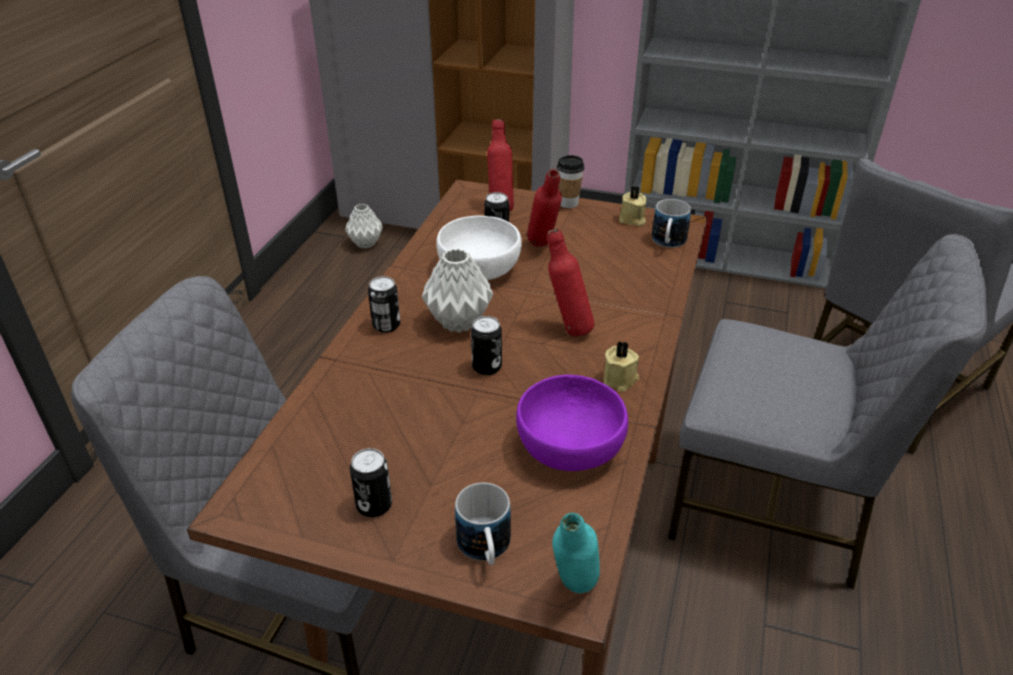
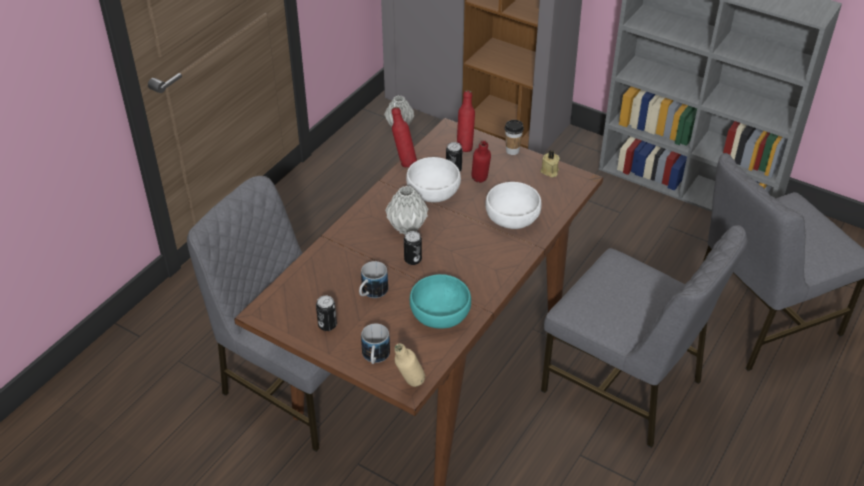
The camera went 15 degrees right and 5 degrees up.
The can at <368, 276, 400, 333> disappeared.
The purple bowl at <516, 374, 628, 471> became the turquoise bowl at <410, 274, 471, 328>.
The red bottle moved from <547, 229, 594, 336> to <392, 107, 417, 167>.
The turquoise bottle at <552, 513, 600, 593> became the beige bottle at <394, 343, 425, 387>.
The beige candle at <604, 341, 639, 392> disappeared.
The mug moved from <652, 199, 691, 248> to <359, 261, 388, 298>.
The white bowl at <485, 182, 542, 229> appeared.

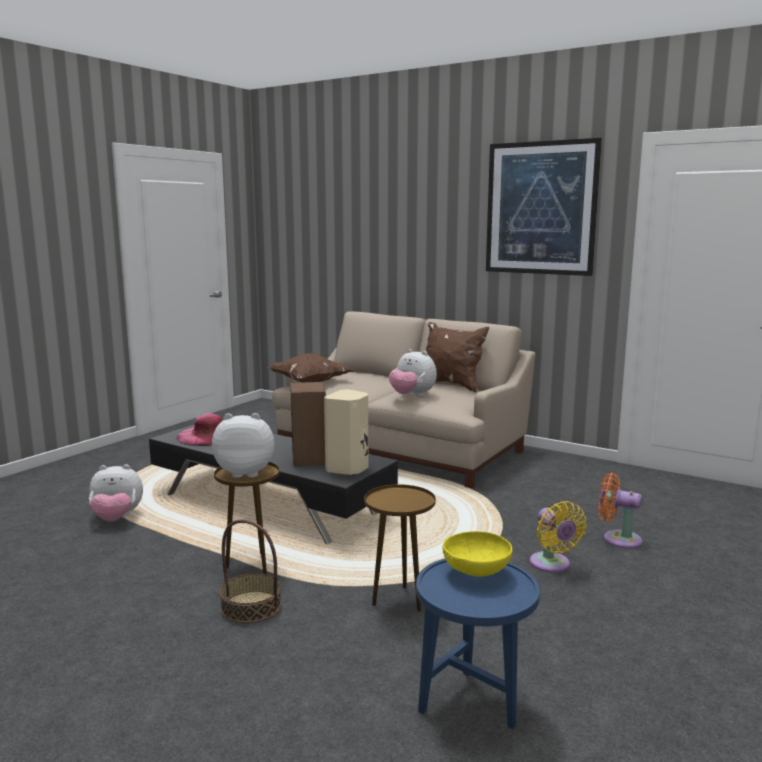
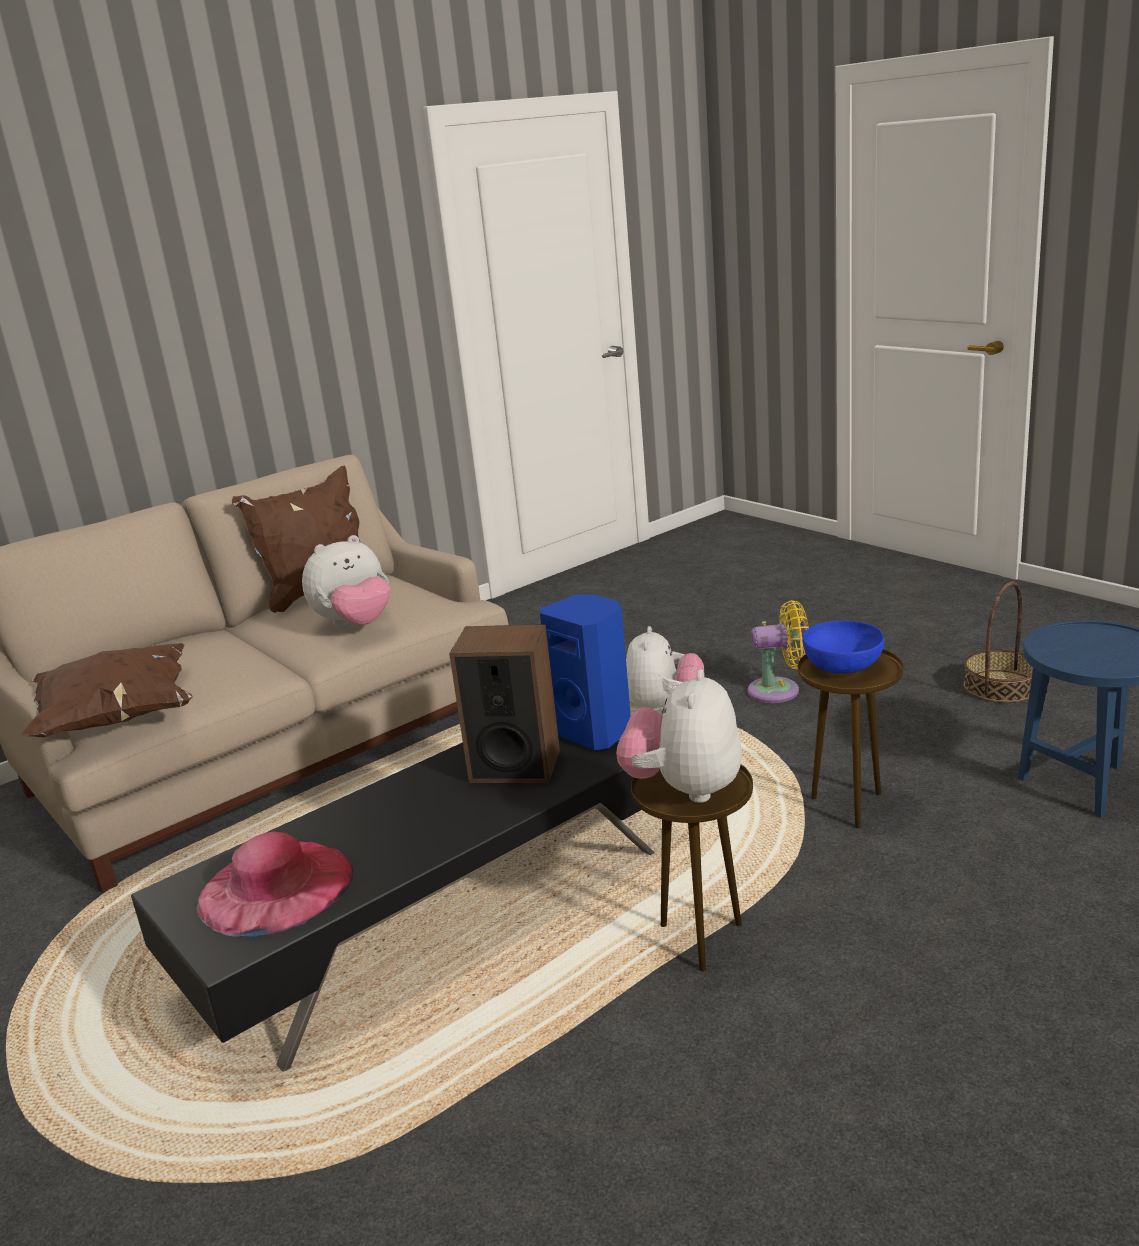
The camera went 70 degrees left and 10 degrees up.
The plush toy moved from <89, 464, 143, 521> to <626, 626, 704, 710>.
The basket moved from <220, 519, 281, 623> to <963, 581, 1033, 703>.
The beige speaker at <324, 389, 368, 475> became the blue speaker at <540, 594, 631, 750>.
The yellow bowl at <442, 531, 513, 576> disappeared.
The picture at <486, 138, 602, 276> disappeared.
The orange fan at <599, 473, 643, 549> disappeared.
The blue bowl at <802, 621, 884, 674> appeared.

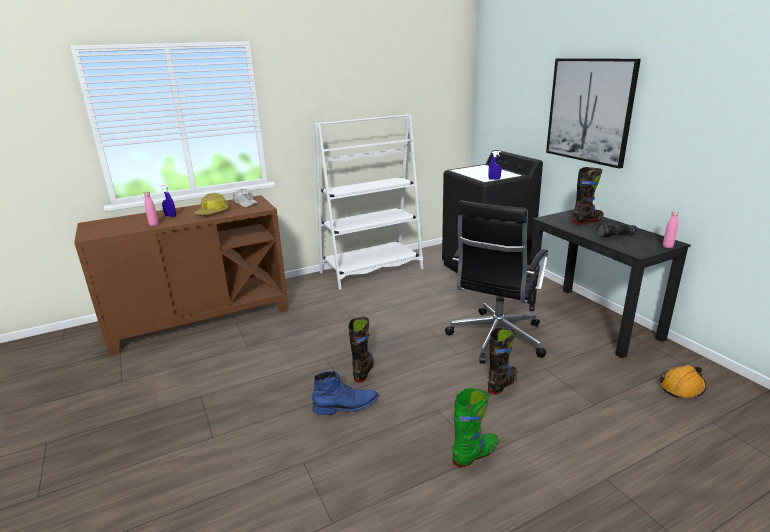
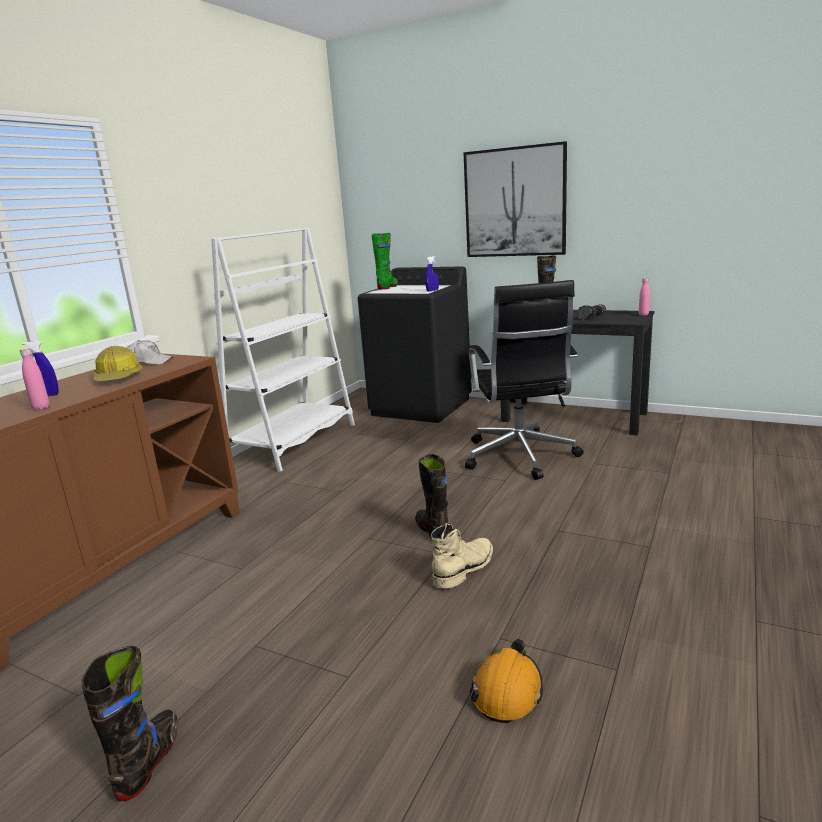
The camera went 35 degrees left and 5 degrees down.
The blue boot at <312, 371, 379, 415> became the beige boot at <431, 523, 493, 588>.
The green boot moved from <452, 388, 498, 467> to <372, 233, 398, 289>.
The black boot moved from <488, 327, 517, 394> to <82, 646, 178, 801>.
The orange hard hat moved from <659, 365, 706, 398> to <470, 639, 543, 723>.

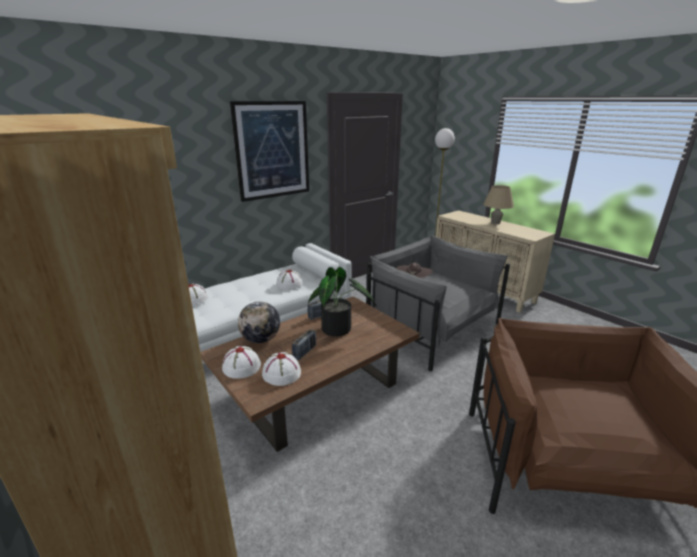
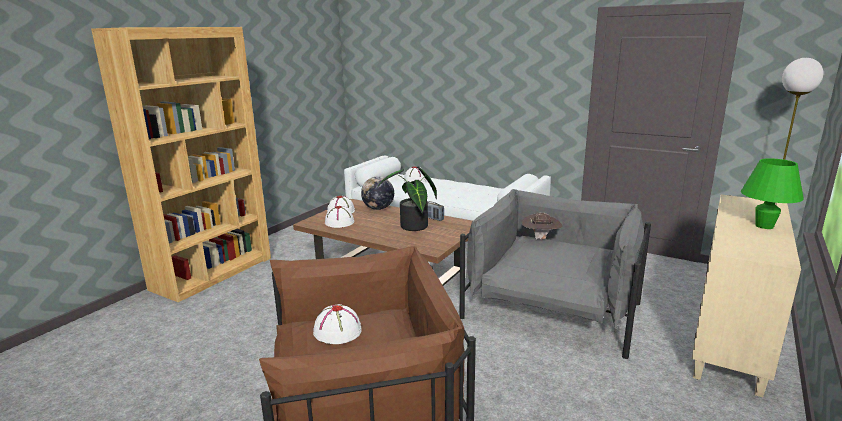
The camera went 70 degrees right and 5 degrees down.
The picture at <230, 101, 309, 202> disappeared.
The white hat moved from <276, 270, 303, 290> to <313, 304, 361, 344>.
The radio at <292, 329, 316, 361> disappeared.
The beige table lamp at <483, 185, 514, 224> became the green table lamp at <740, 158, 804, 229>.

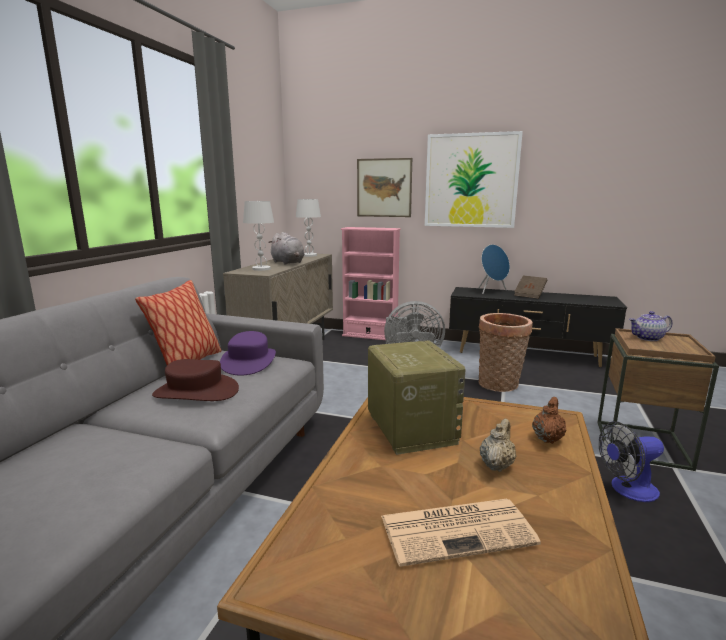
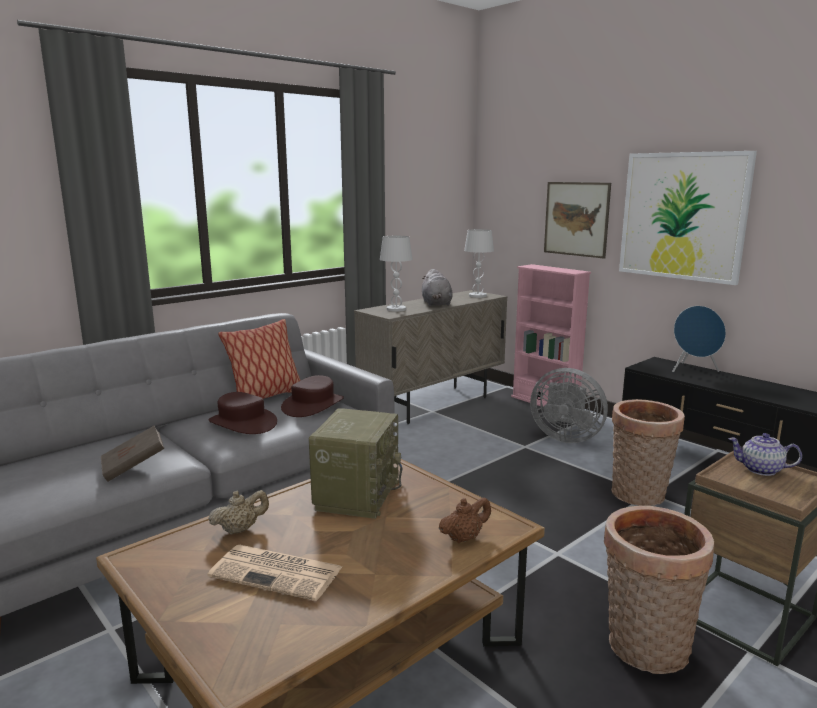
The camera went 30 degrees right and 0 degrees up.
The purple hat at <220, 331, 276, 375> became the brown hat at <281, 375, 344, 417>.
The beige teapot moved from <480, 418, 516, 472> to <208, 490, 269, 534>.
The brown book moved from <514, 275, 547, 299> to <101, 425, 164, 481>.
The fan at <599, 421, 664, 502> was replaced by the basket at <604, 506, 714, 674>.

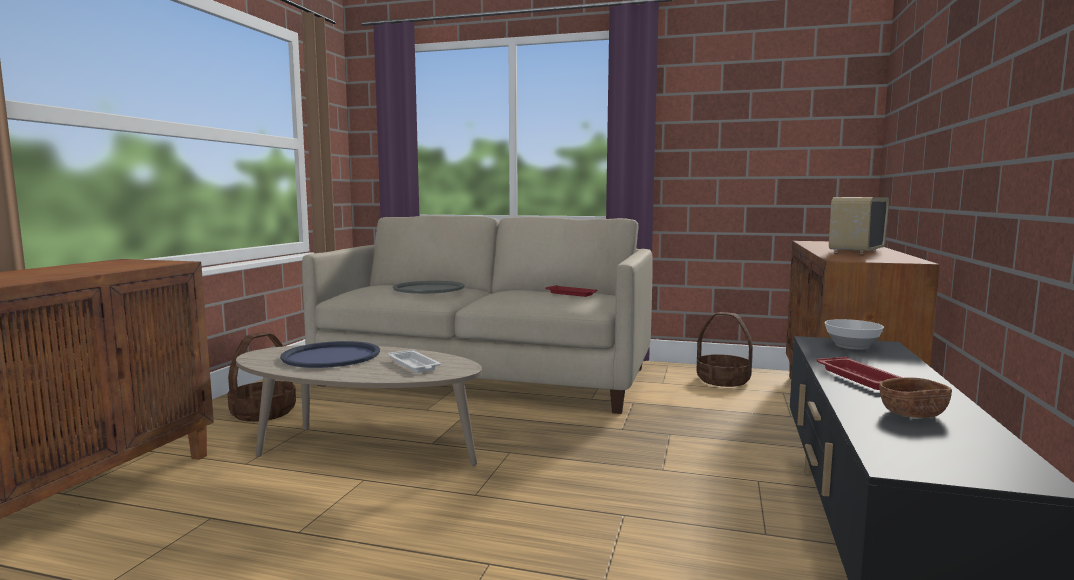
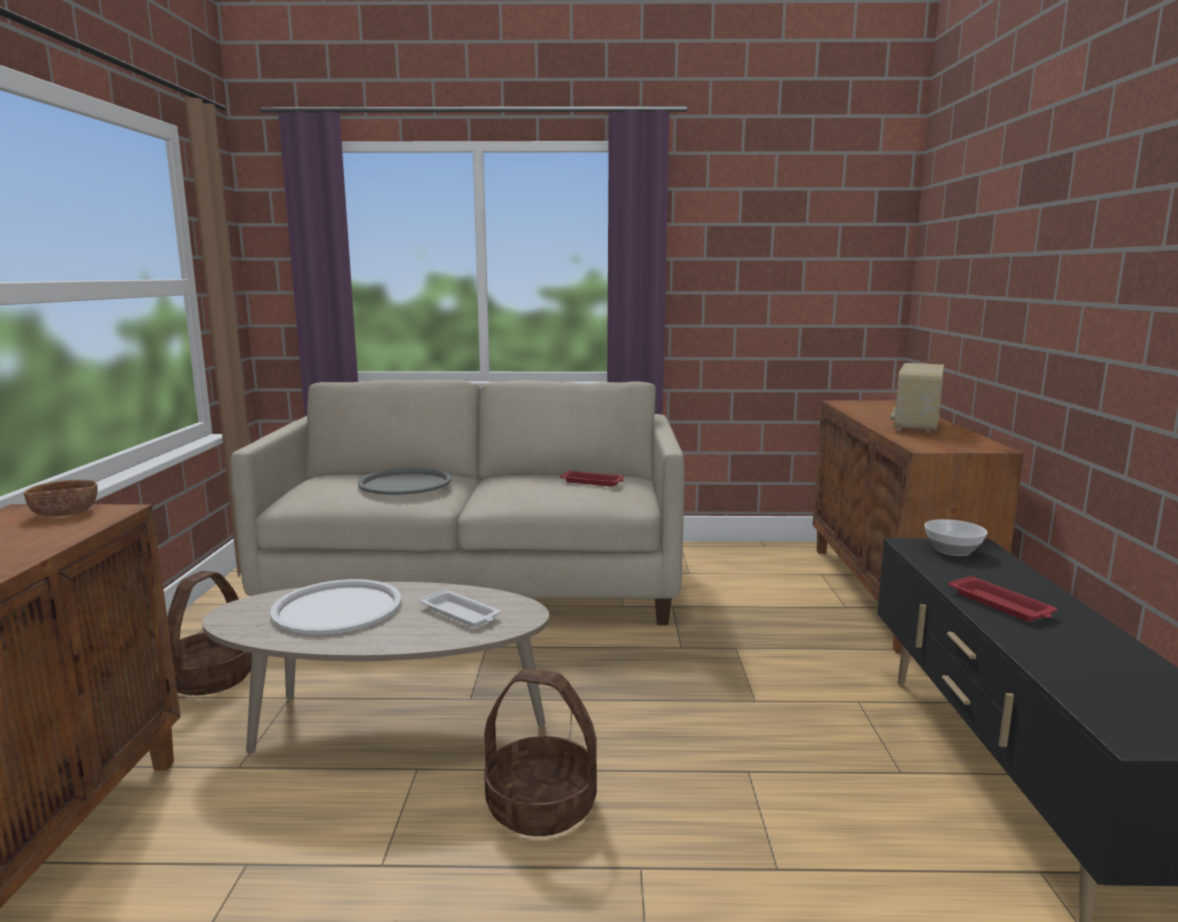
The camera went 15 degrees left and 5 degrees up.
The blue tray at <280, 341, 380, 368> became the white tray at <270, 579, 401, 635>.
The basket moved from <696, 312, 753, 387> to <484, 669, 597, 836>.
The brown bowl moved from <879, 378, 952, 418> to <24, 480, 98, 517>.

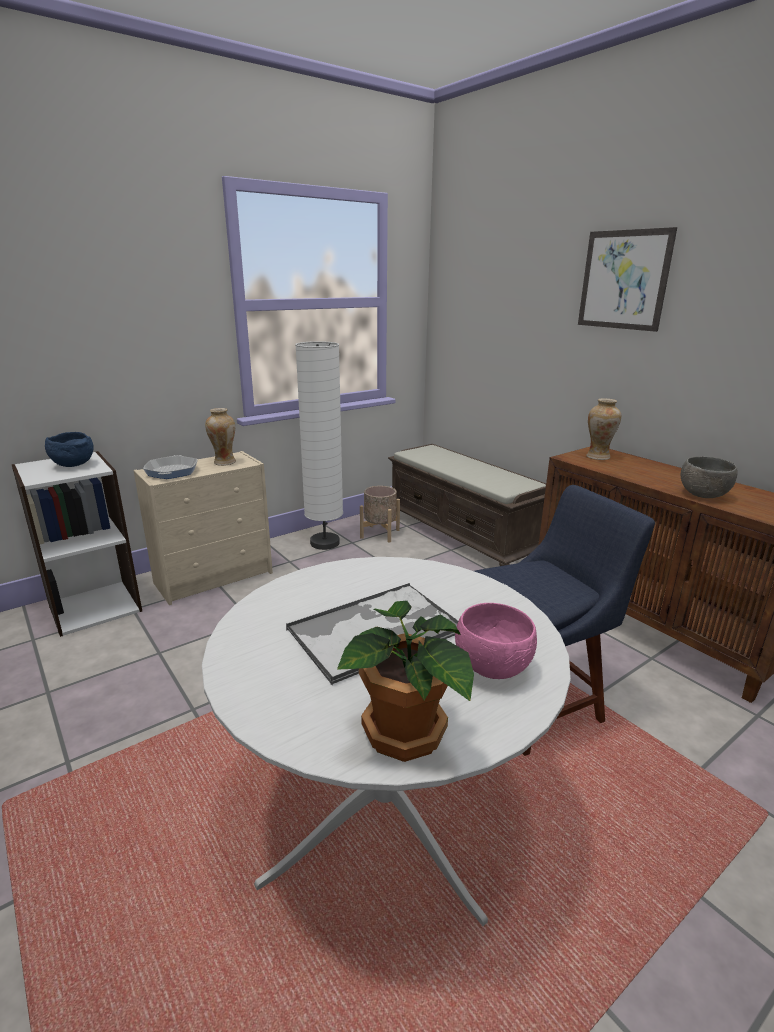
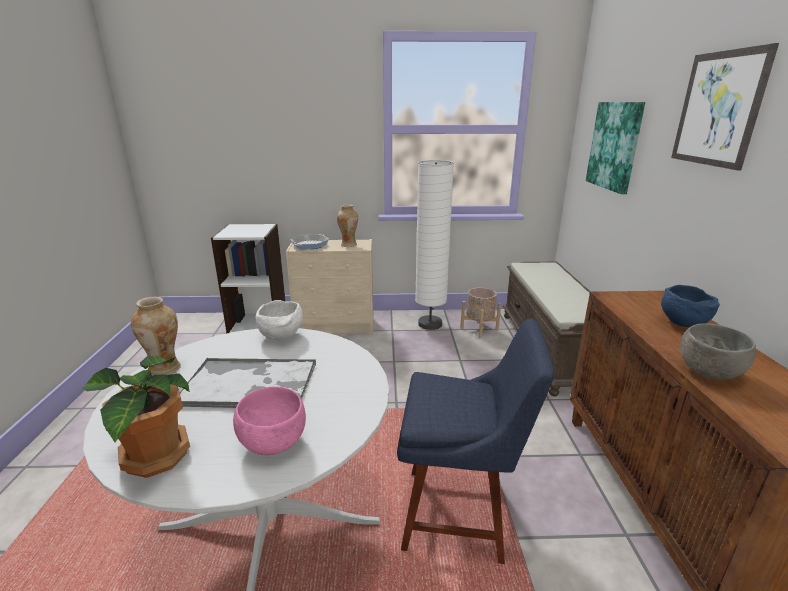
The camera went 35 degrees right and 0 degrees up.
The blue bowl moved from <45, 432, 93, 467> to <661, 285, 720, 327>.
The vase moved from <586, 398, 621, 460> to <131, 297, 181, 376>.
The white bowl at <255, 300, 303, 340> appeared.
The picture at <586, 102, 645, 194> appeared.

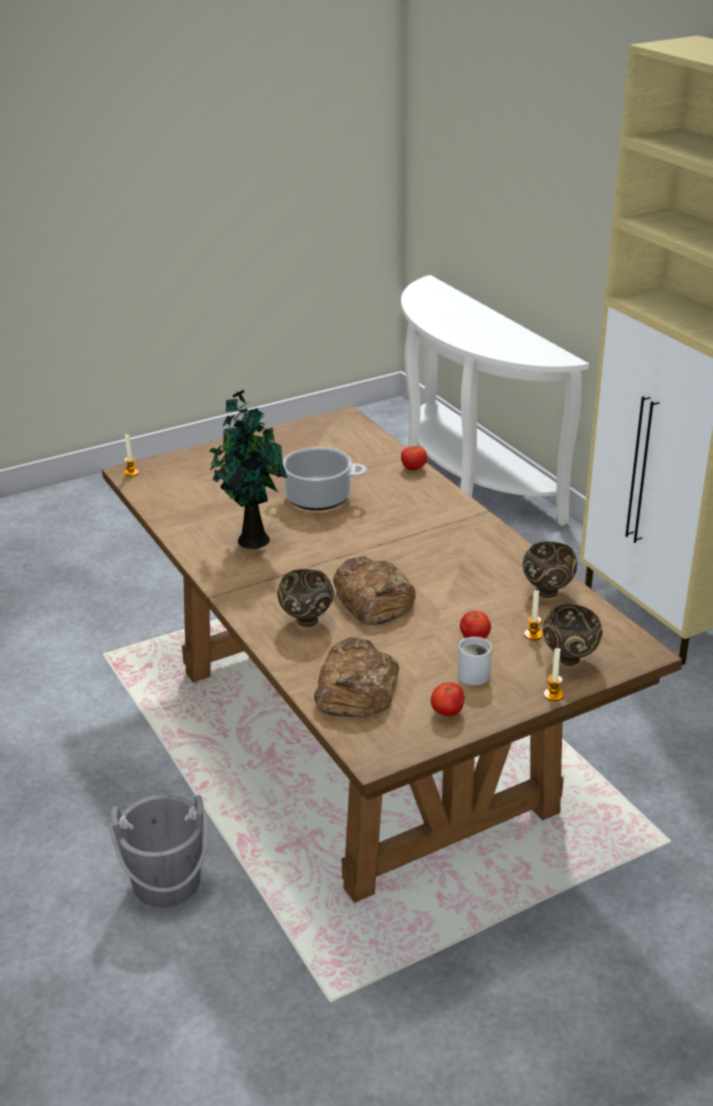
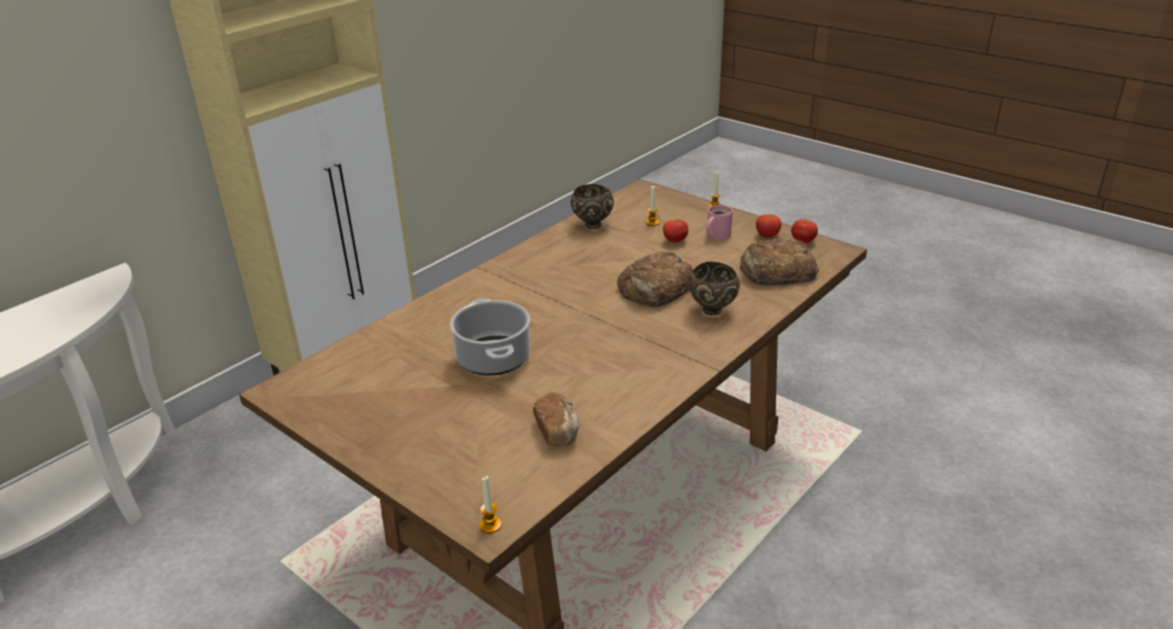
The camera went 110 degrees left and 0 degrees up.
The grey bucket at <109, 795, 208, 908> disappeared.
The potted plant at <209, 390, 287, 549> disappeared.
The tomato moved from <401, 446, 427, 470> to <791, 219, 818, 243>.
The white mug at <458, 637, 492, 685> became the pink mug at <706, 205, 733, 240>.
The brown bowl at <543, 604, 603, 666> disappeared.
The bread at <533, 392, 579, 447> appeared.

